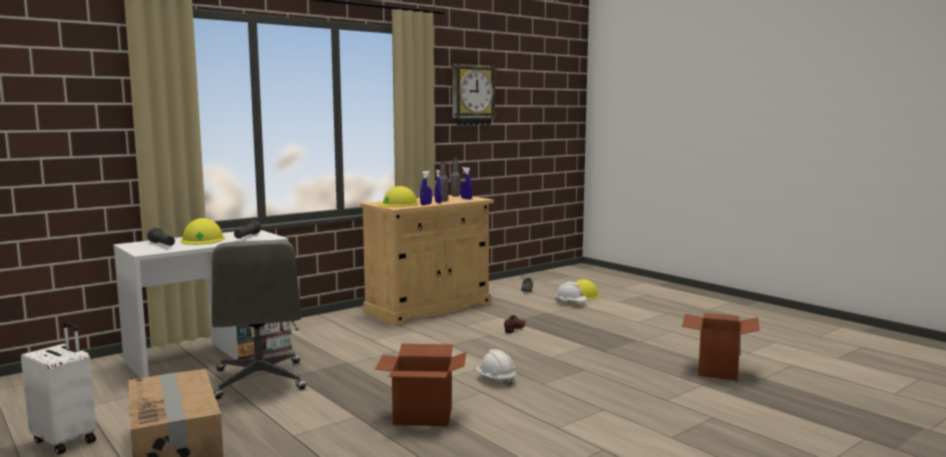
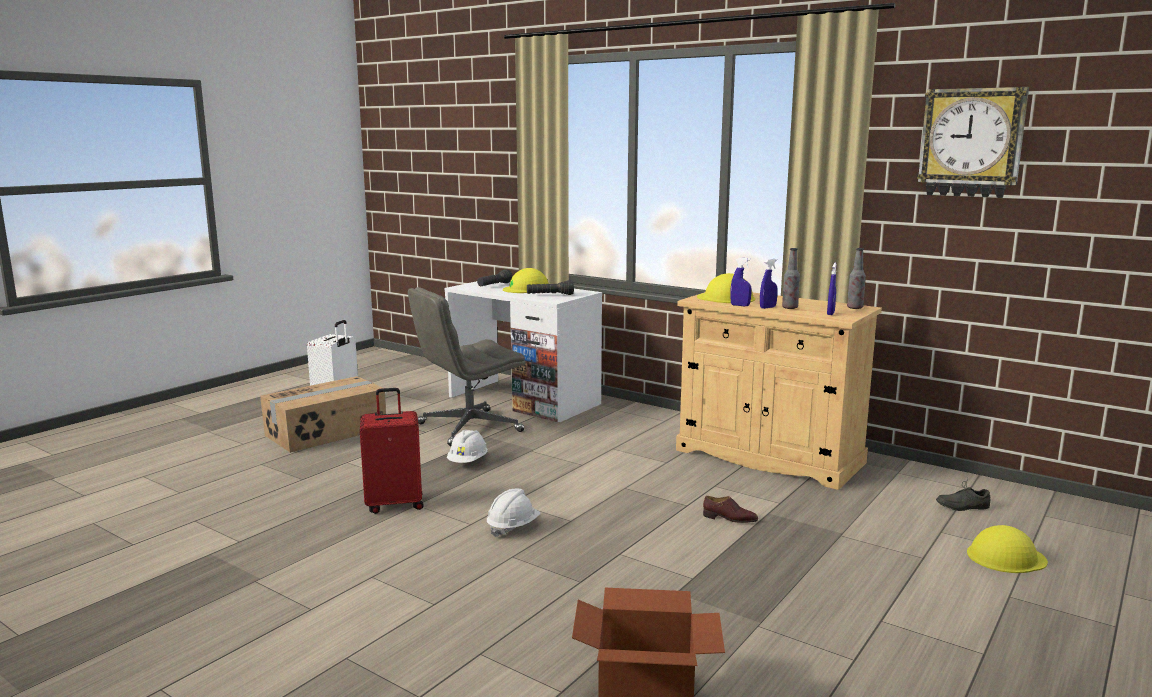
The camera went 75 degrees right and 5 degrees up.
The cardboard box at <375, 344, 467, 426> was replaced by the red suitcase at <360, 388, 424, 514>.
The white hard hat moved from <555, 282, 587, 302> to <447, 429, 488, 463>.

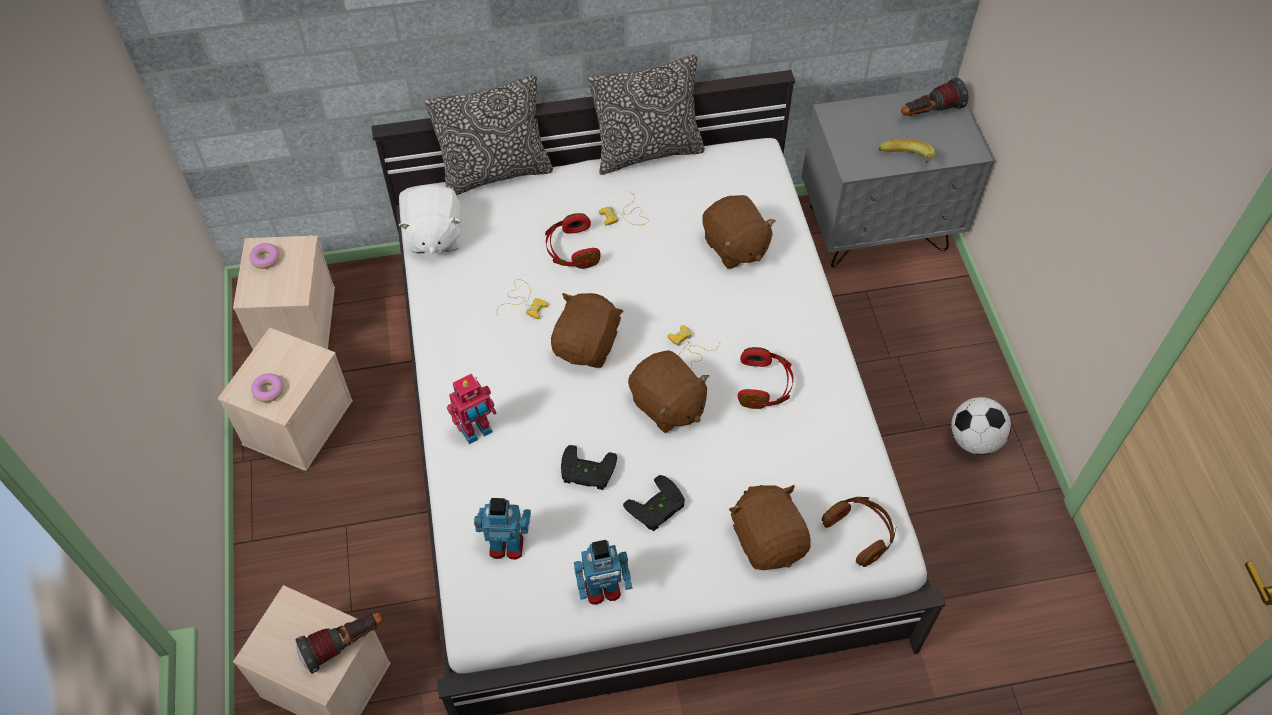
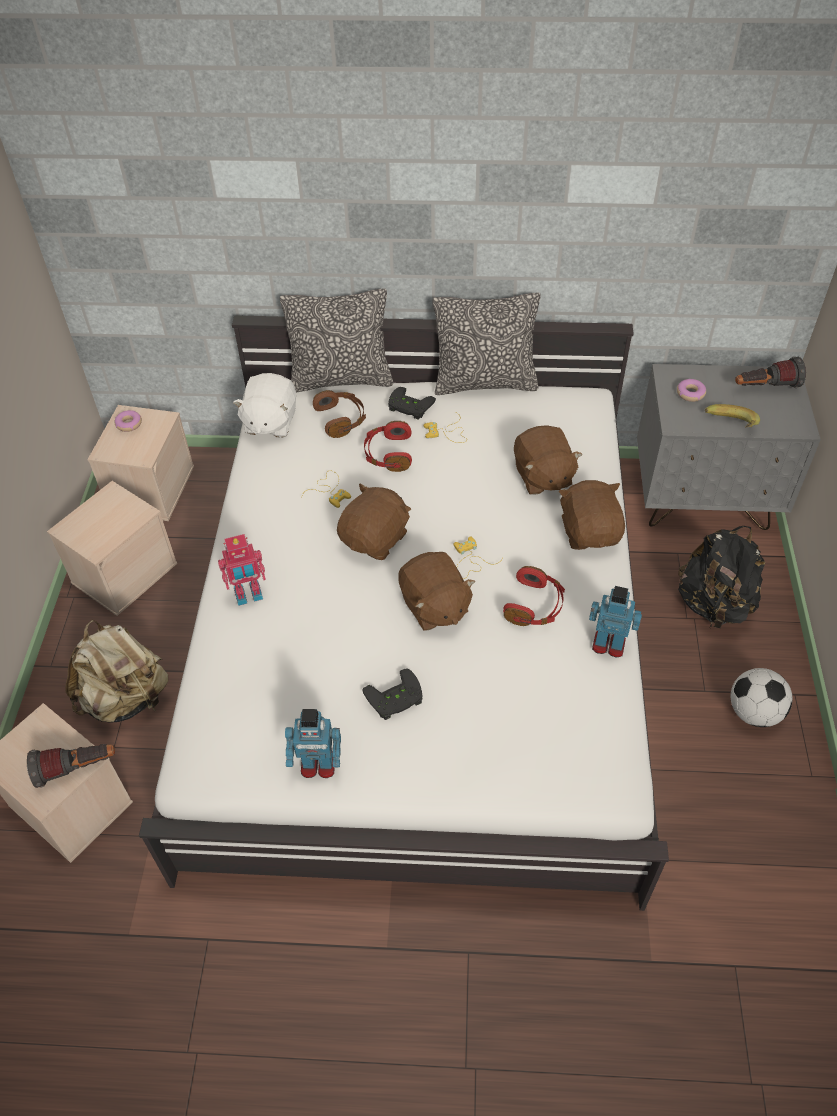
The camera went 15 degrees right and 5 degrees down.
The donut moved from <251, 373, 284, 402> to <677, 379, 706, 402>.
The toy robot moved from <474, 498, 531, 560> to <589, 586, 642, 658>.
The black game controller moved from <561, 445, 617, 490> to <388, 387, 436, 420>.
The brown plush toy moved from <729, 485, 811, 570> to <559, 480, 625, 550>.
The brown headphones moved from <822, 497, 896, 567> to <313, 390, 366, 438>.
The beige backpack at <65, 620, 168, 723> appeared.
The black backpack at <678, 526, 765, 629> appeared.

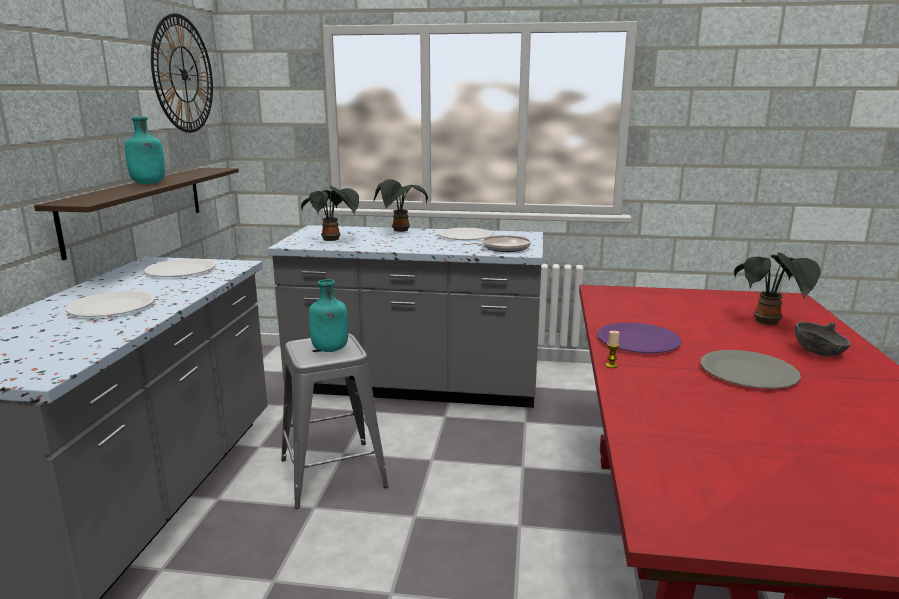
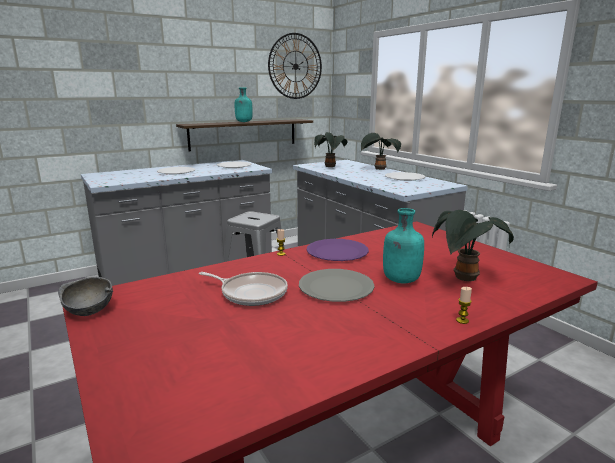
The camera went 50 degrees right and 0 degrees up.
The turquoise bottle moved from <309, 279, 348, 352> to <383, 208, 424, 283>.
The frying pan moved from <462, 235, 531, 252> to <199, 272, 288, 306>.
The grey bowl moved from <795, 322, 851, 357> to <58, 277, 113, 316>.
The candle at <456, 287, 472, 324> appeared.

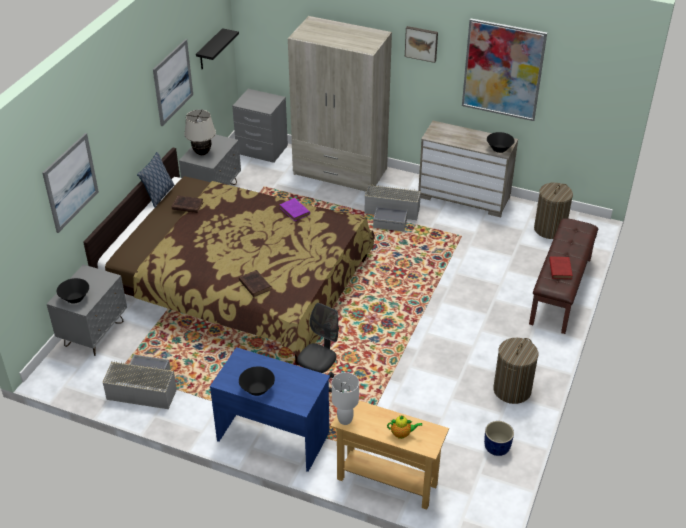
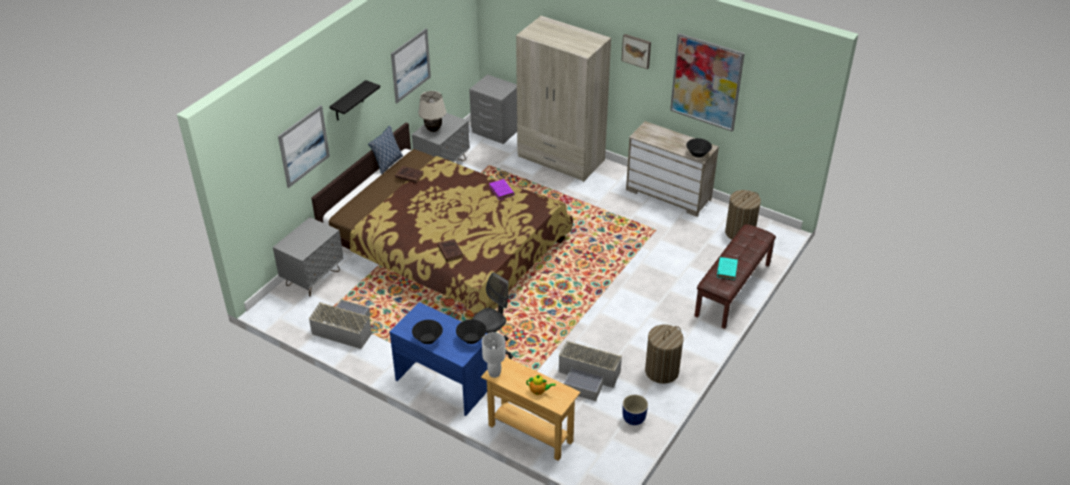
The camera went 10 degrees right and 0 degrees up.
The black bowl moved from <57, 278, 89, 304> to <456, 319, 487, 344>.
The black shelf moved from <196, 28, 239, 69> to <329, 80, 380, 121>.
The grey storage box moved from <365, 185, 421, 232> to <559, 340, 622, 401>.
The red book at <549, 256, 573, 279> became the turquoise book at <717, 257, 738, 280>.

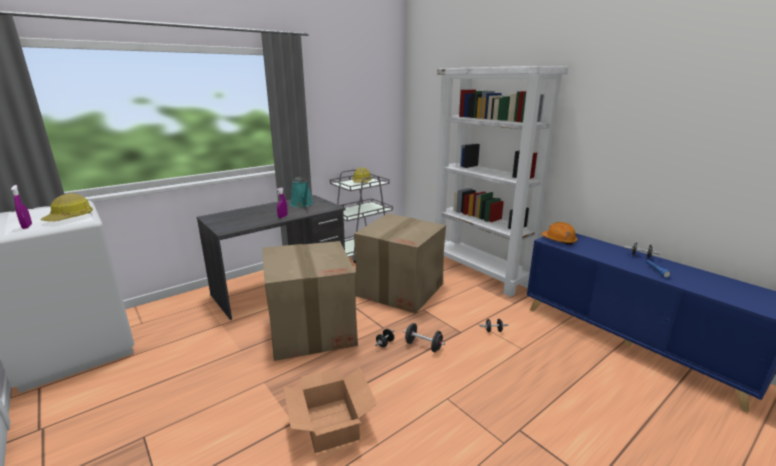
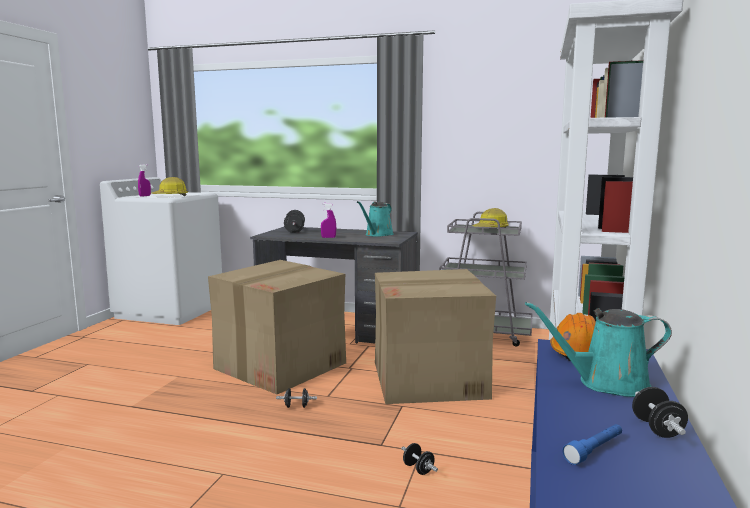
The camera went 55 degrees right and 10 degrees down.
The cardboard box at <283, 367, 377, 453> disappeared.
The black dumbbell moved from <404, 323, 445, 352> to <284, 210, 305, 233>.
The turquoise watering can at <525, 302, 672, 397> appeared.

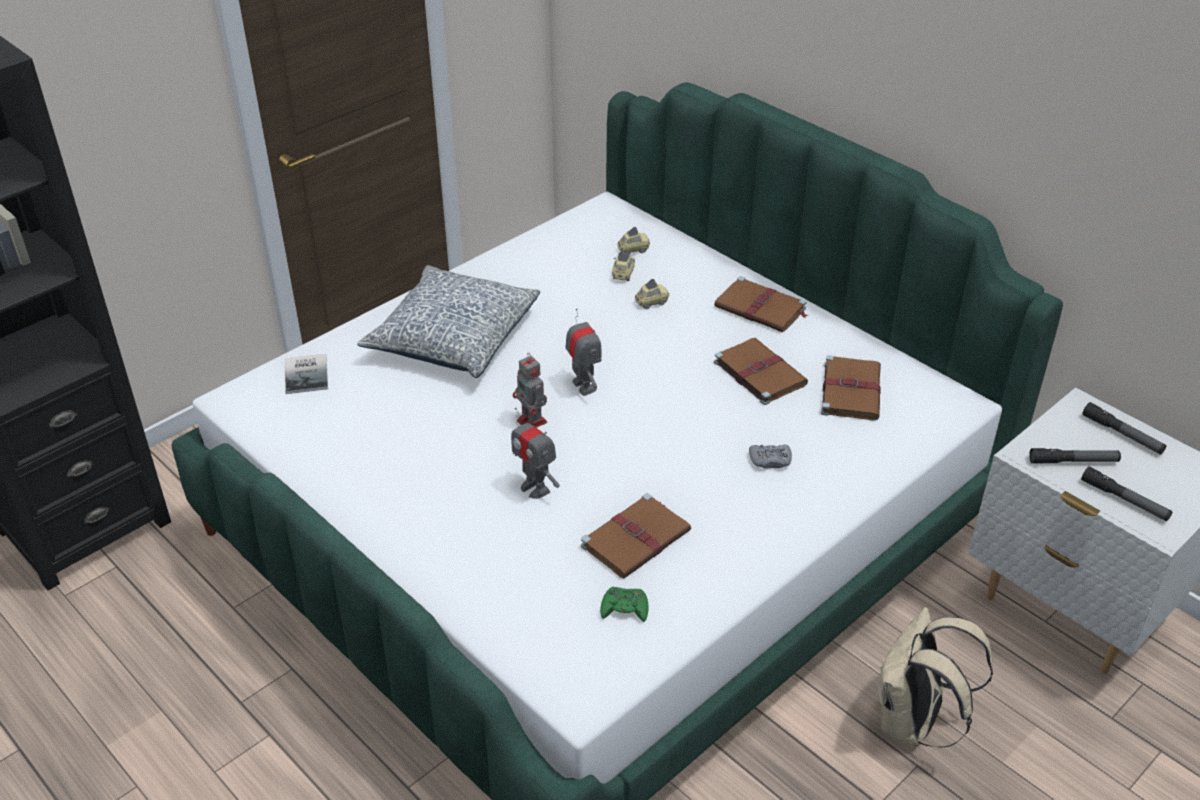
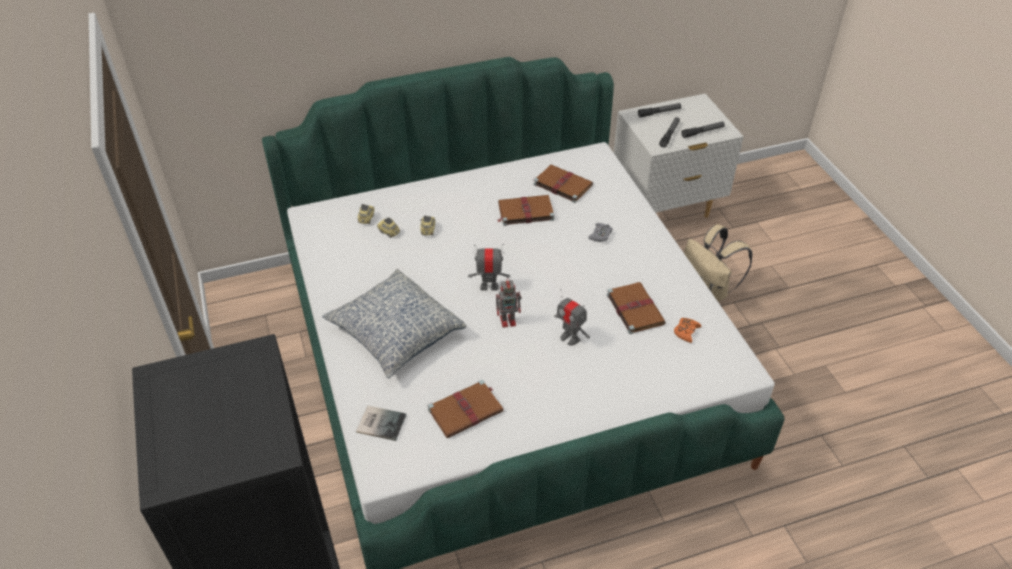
The camera went 65 degrees left and 5 degrees up.
The toy robot at <511, 408, 560, 499> turned 60 degrees clockwise.
The green game controller at <600, 587, 649, 622> became the orange game controller at <674, 318, 702, 343>.
The brown book moved from <714, 276, 809, 332> to <428, 380, 504, 438>.

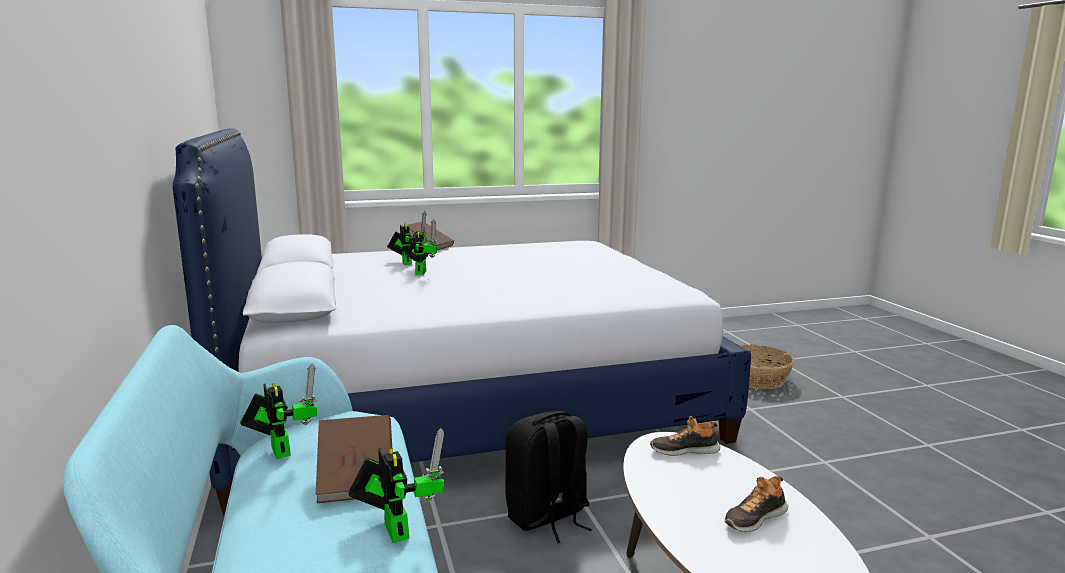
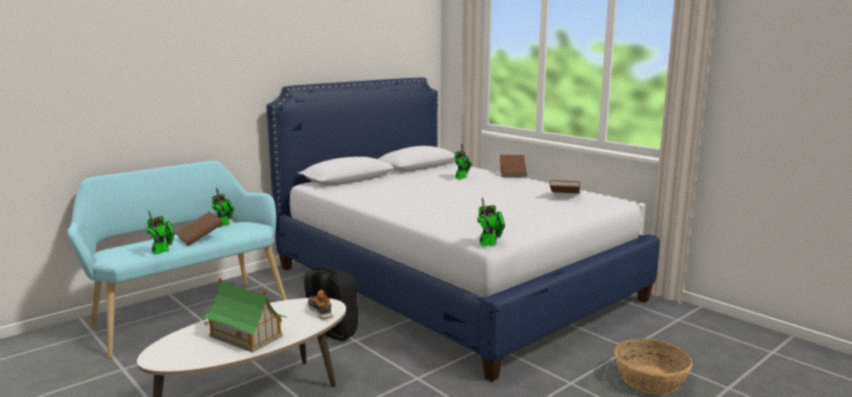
The camera went 65 degrees right and 0 degrees up.
The toy robot moved from <405, 219, 438, 275> to <477, 197, 505, 246>.
The shoe at <725, 476, 788, 532> was replaced by the toy house at <202, 278, 287, 353>.
The brown book at <549, 180, 580, 194> appeared.

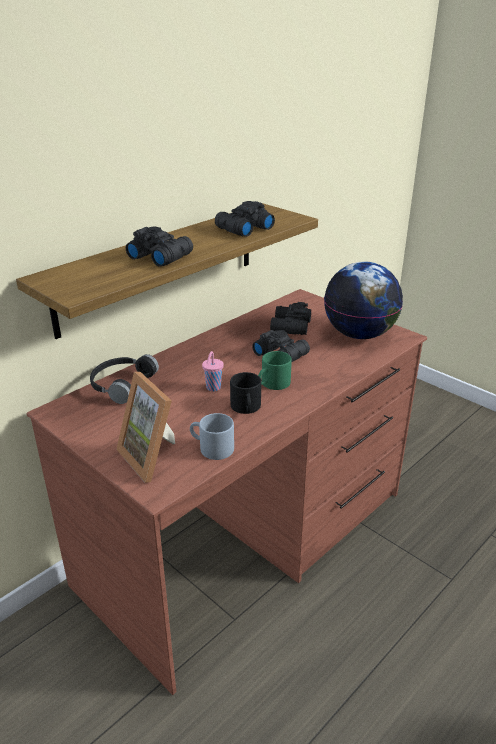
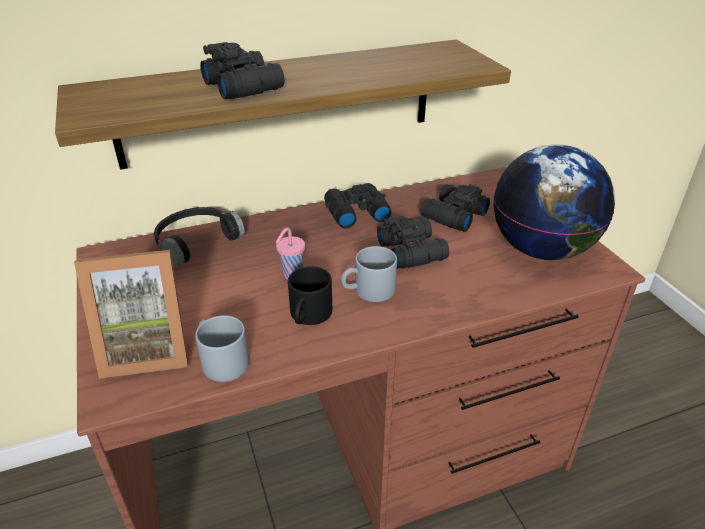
The camera went 25 degrees right and 5 degrees up.
The picture frame at <116, 372, 175, 483> turned 90 degrees counterclockwise.
The black binoculars moved from <215, 201, 275, 237> to <324, 183, 391, 229>.
The green mug at <258, 351, 292, 390> became the grey mug at <341, 246, 397, 302>.

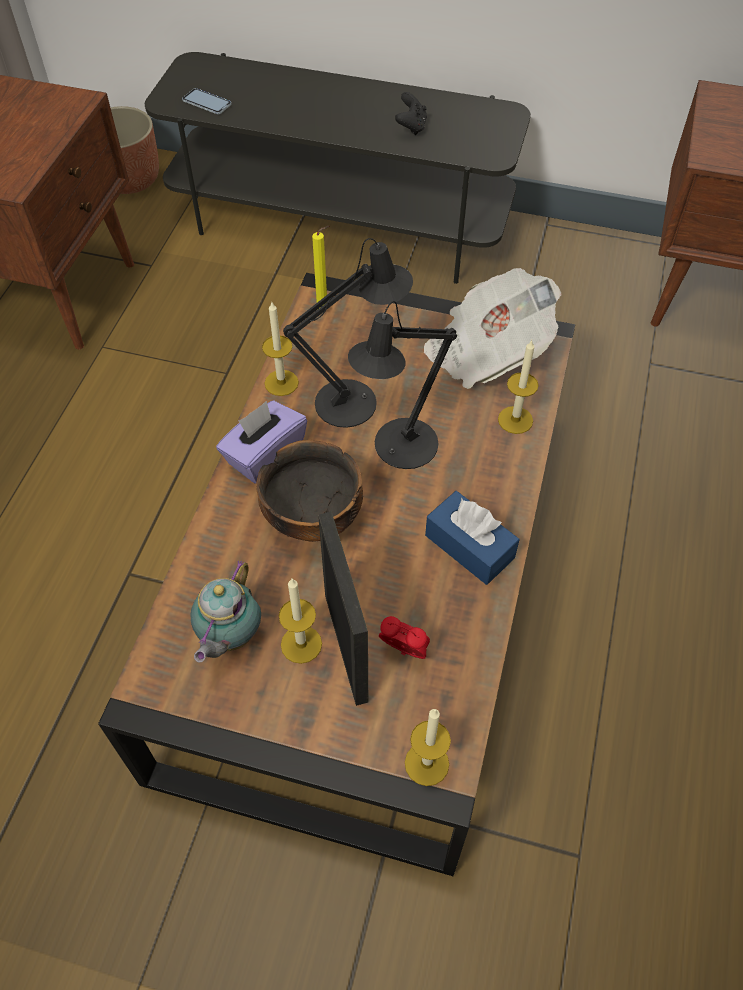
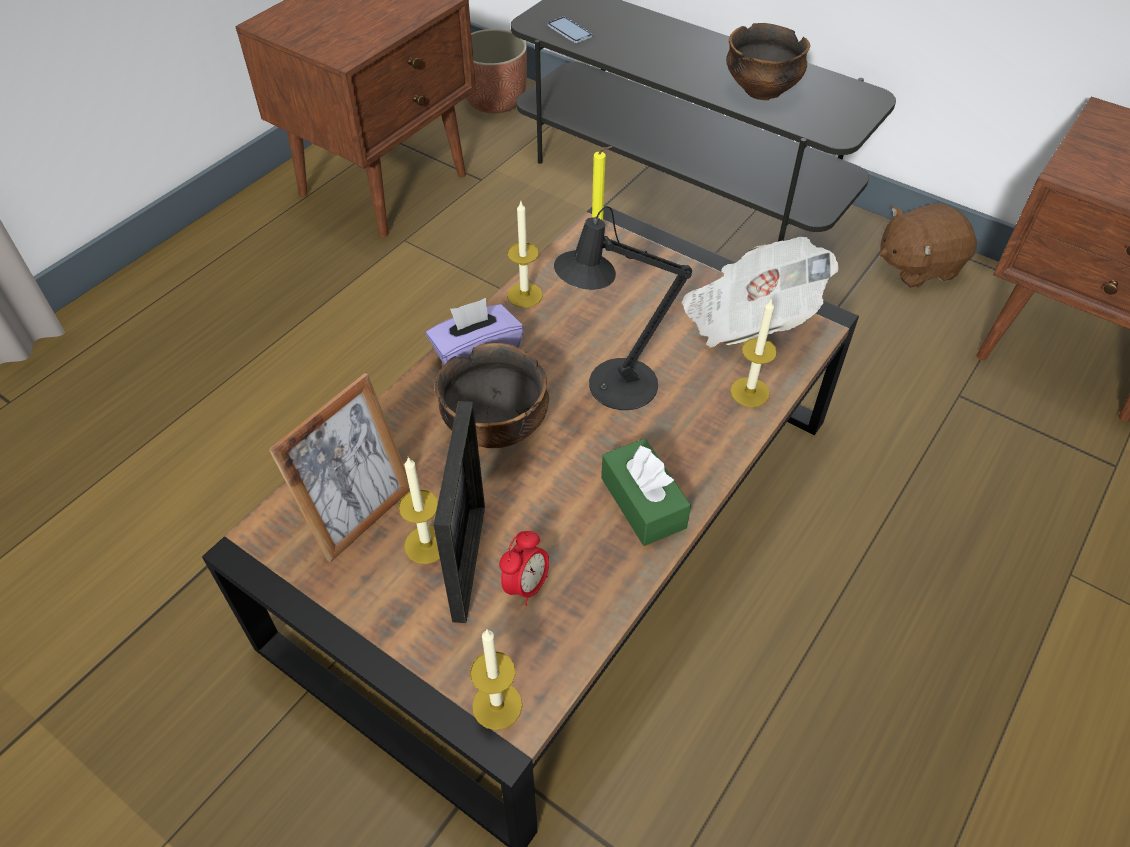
The camera went 20 degrees right and 5 degrees down.
The teapot at <190, 561, 261, 662> was replaced by the picture frame at <269, 373, 410, 563>.
The black table lamp at <283, 238, 413, 428> disappeared.
The alarm clock at <379, 616, 430, 659> turned 75 degrees clockwise.
The black game controller at <395, 92, 427, 135> was replaced by the bowl at <726, 23, 811, 100>.
The blue tissue box at <425, 491, 519, 585> became the green tissue box at <601, 438, 691, 546>.
The brown plush toy at <880, 203, 977, 288> appeared.

